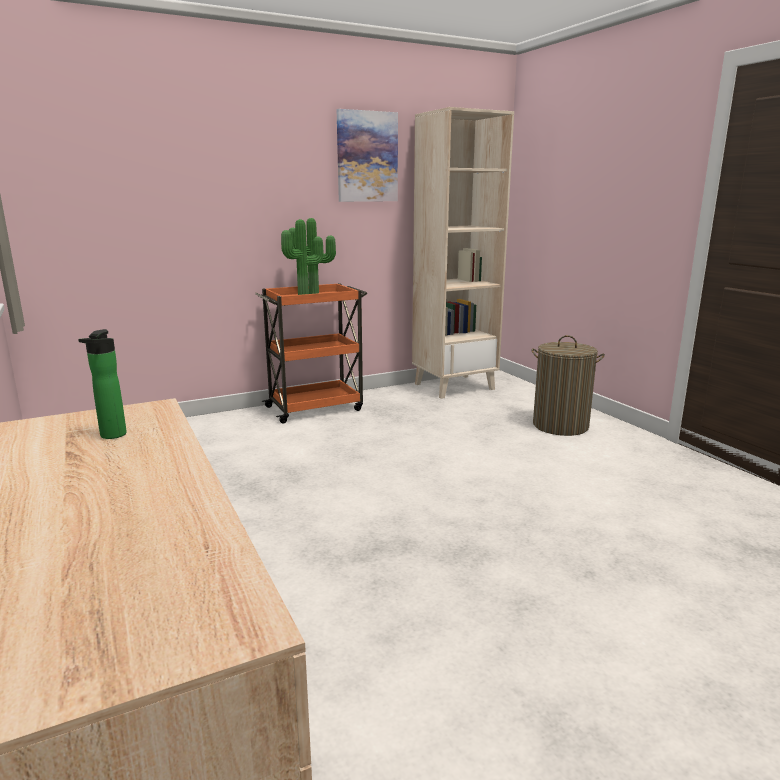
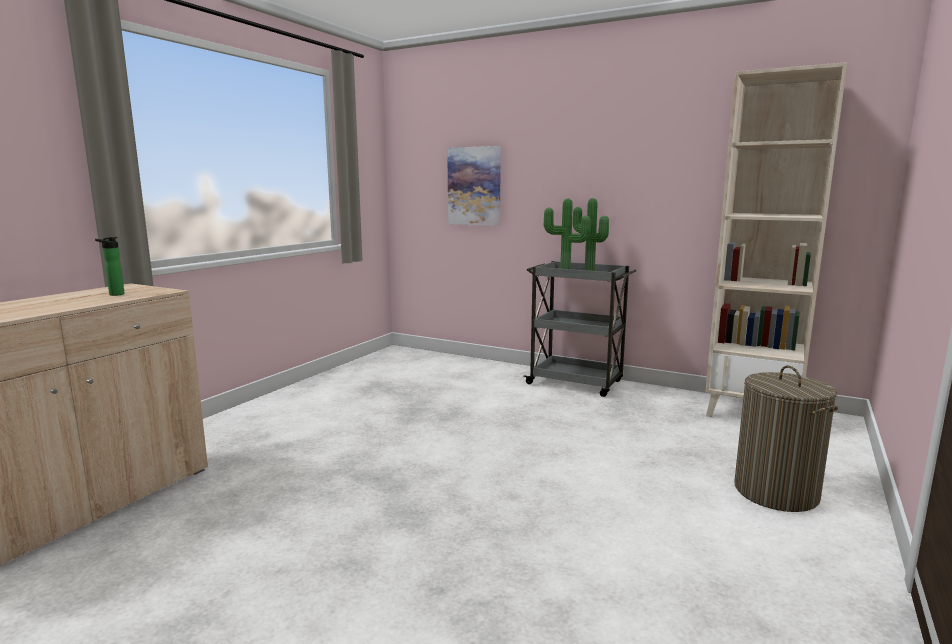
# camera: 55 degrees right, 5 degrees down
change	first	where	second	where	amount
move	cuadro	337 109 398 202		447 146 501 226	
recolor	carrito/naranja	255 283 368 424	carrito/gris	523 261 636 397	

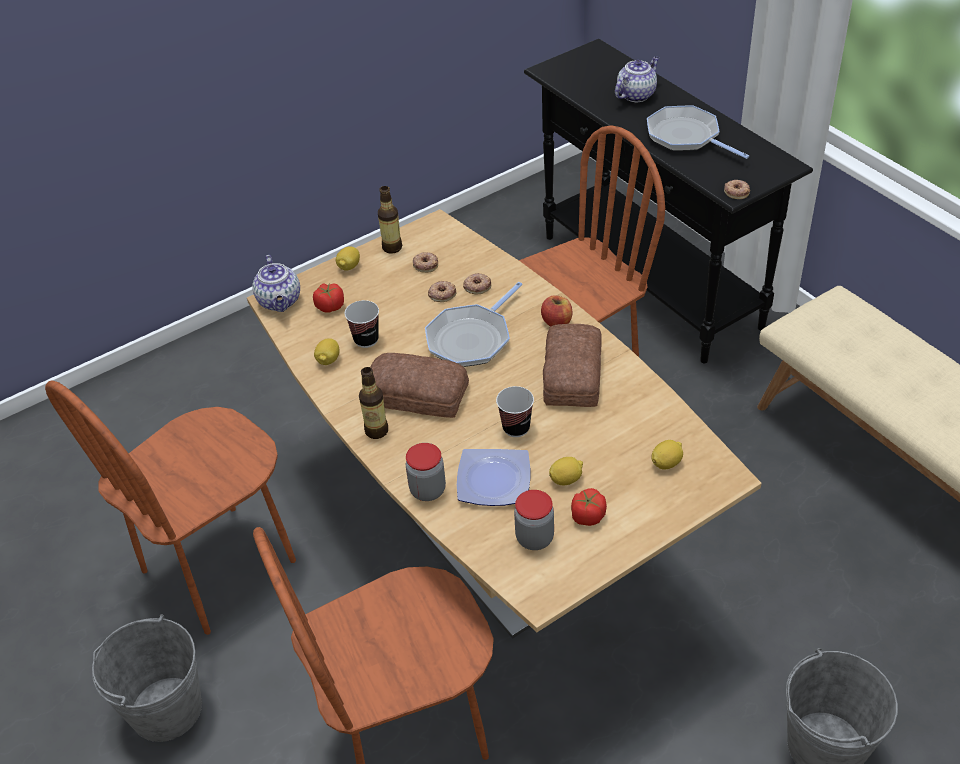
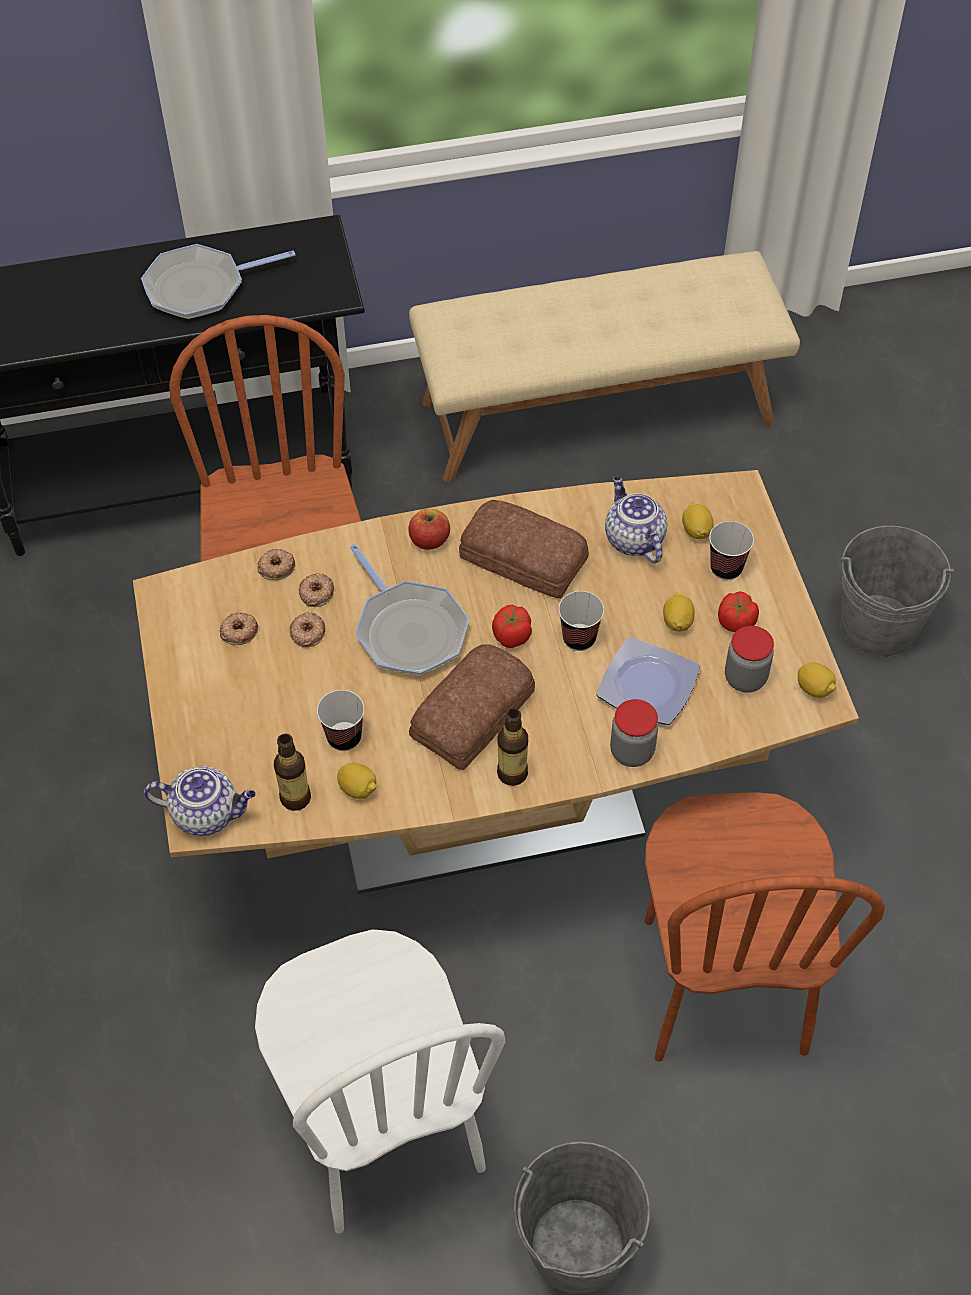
# camera: 70 degrees left, 10 degrees up
change	first	where	second	where	amount
move	tetera	615 56 659 102		605 476 668 563	
move	rosquilla	724 180 750 199		257 549 295 580	
move	botella	378 186 402 254		274 734 311 811	
move	limón	336 246 360 271		798 663 836 698	
move	tomate	313 283 344 313		492 605 532 648	
recolor	silla/marrón	45 380 296 635	silla/blanco	255 929 505 1233	
insert			taza	709 521 754 580	

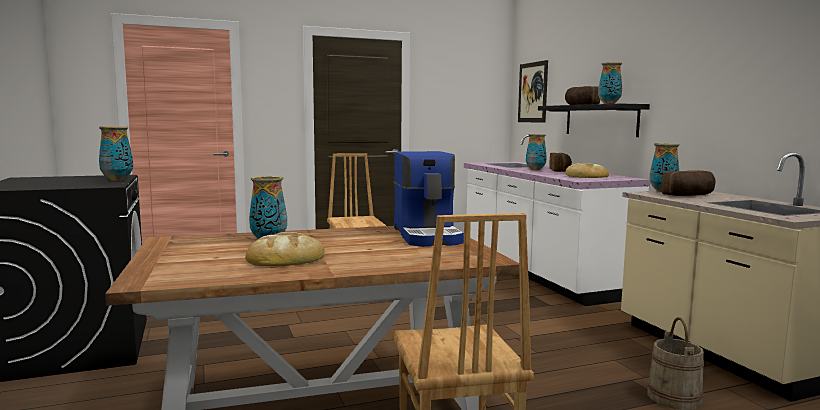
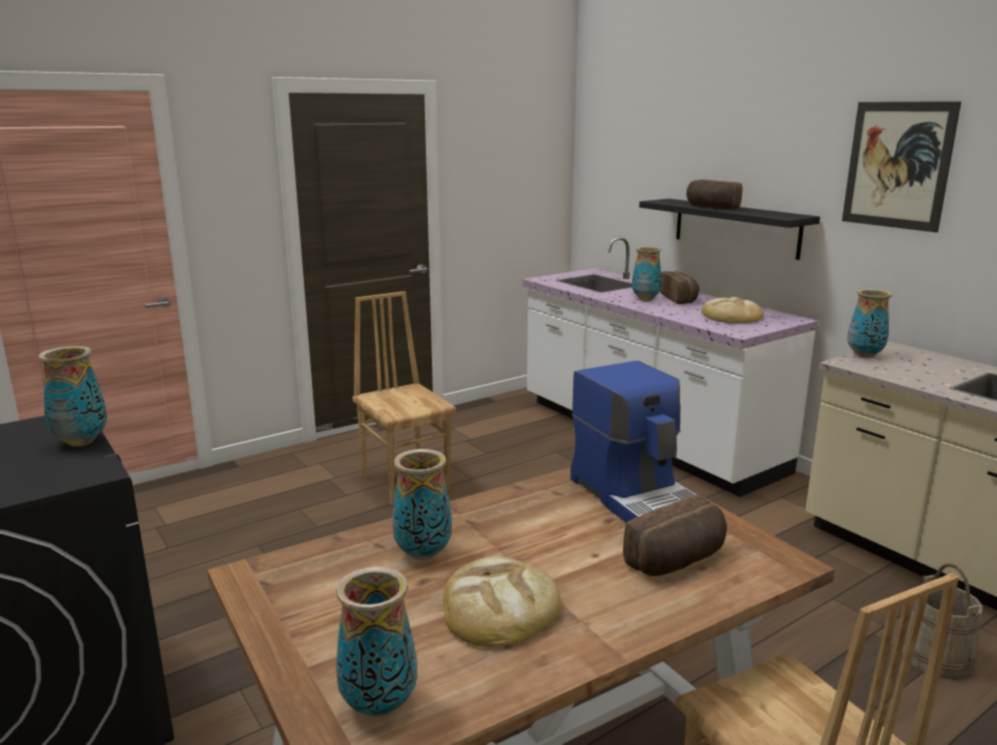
# camera: 15 degrees left, 10 degrees up
change	first	where	second	where	amount
move	cuadro	518 60 548 123		842 101 961 232	
move	florero	598 62 622 104		336 567 417 717	
move	pan	661 170 716 196		623 495 727 576	

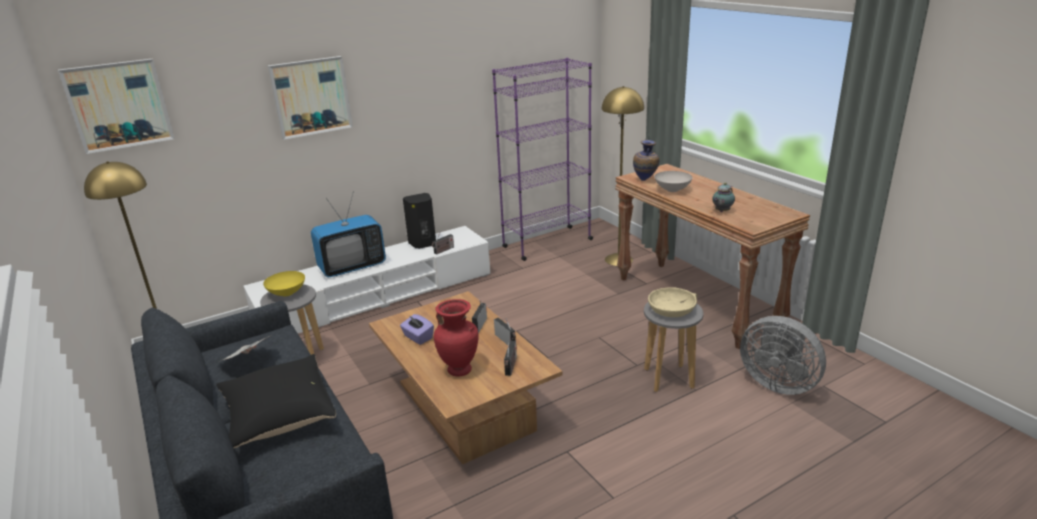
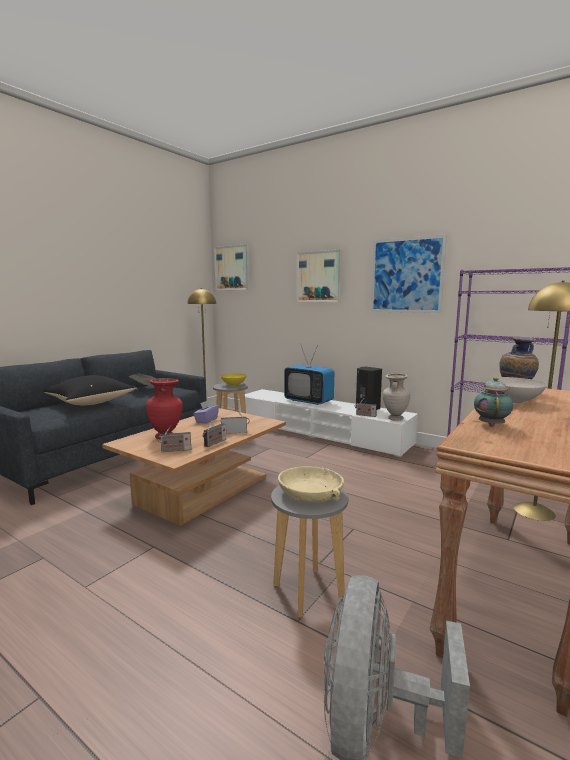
# camera: 65 degrees right, 15 degrees down
change	first	where	second	where	amount
rotate	tetera	712 182 735 212		474 377 513 427	90 degrees clockwise
insert			cuadro	371 234 447 313	
insert			florero/beis	383 374 410 421	

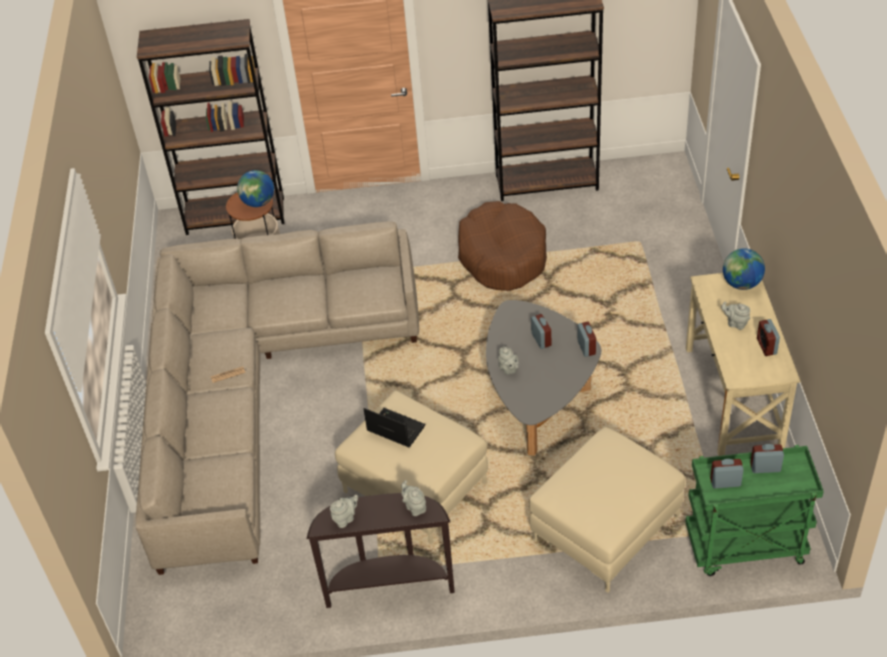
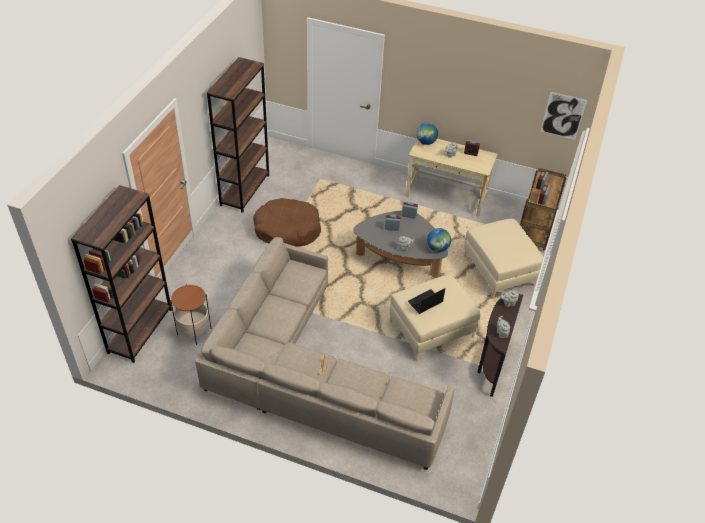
# camera: 70 degrees left, 0 degrees up
change	first	where	second	where	amount
move	globo terráqueo	237 170 274 207		427 228 451 252	
recolor	carrito/verde	685 445 824 576	carrito/marrón	520 168 567 250	
insert			cuadro	541 92 587 140	

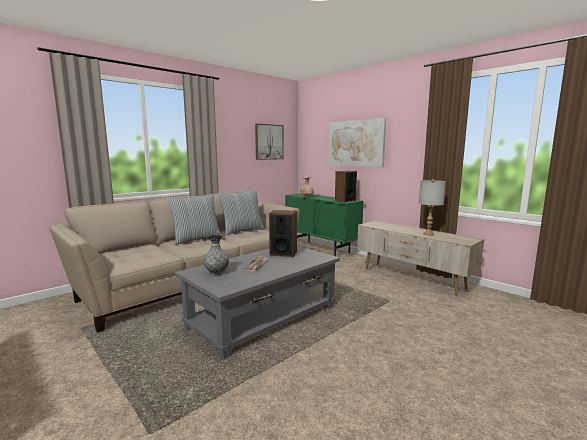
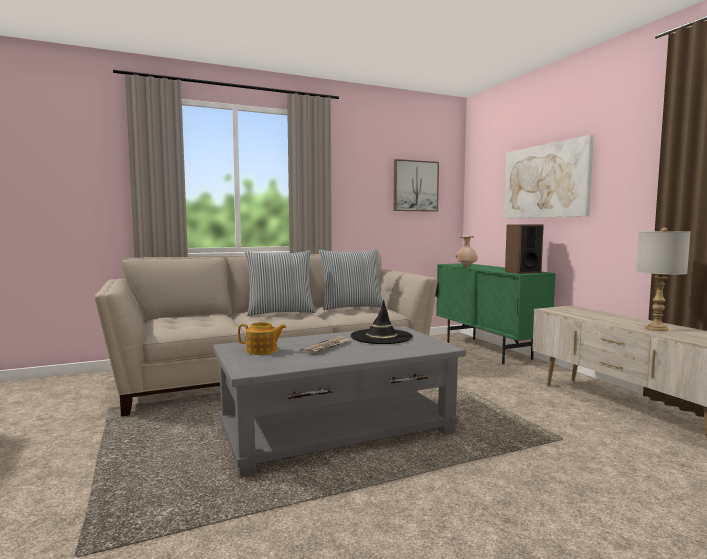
# camera: 20 degrees right, 5 degrees down
change	first	where	second	where	amount
replace	altavoz	269 210 297 257	sombrero/negro	351 300 413 344	
replace	florero/gris	204 235 229 274	tetera	238 322 286 355	

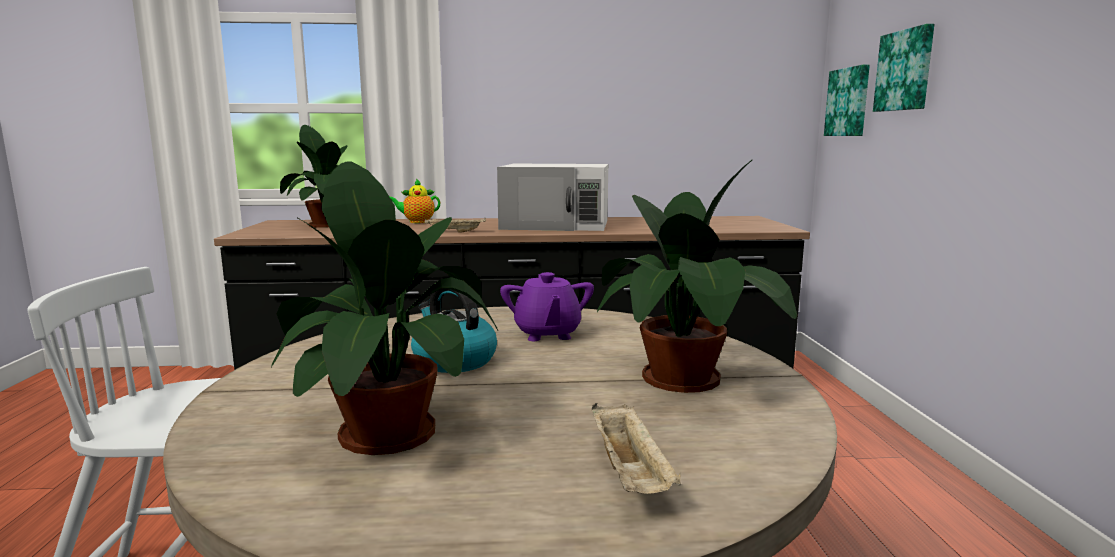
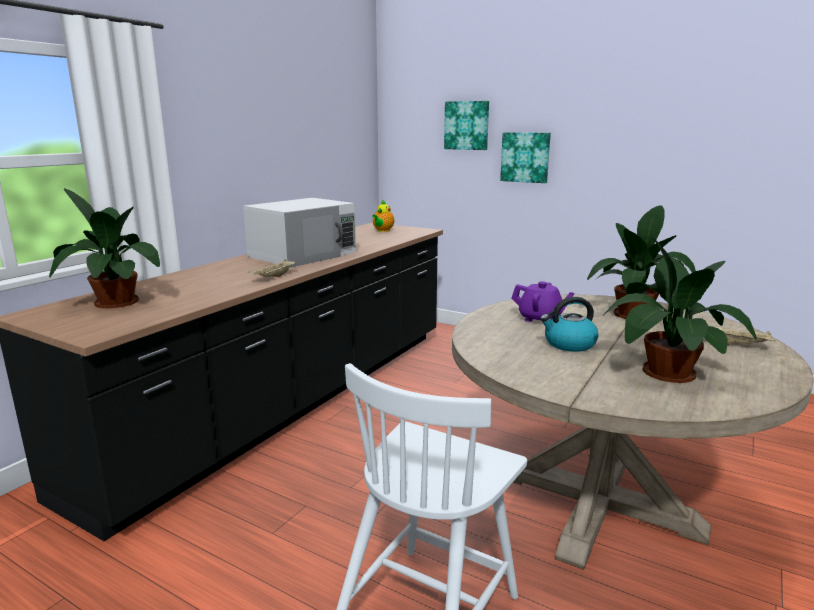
# camera: 55 degrees left, 5 degrees up
change	first	where	second	where	amount
move	cuadro	824 65 870 136		500 132 551 183	
move	tetera	389 179 440 223		372 200 394 232	

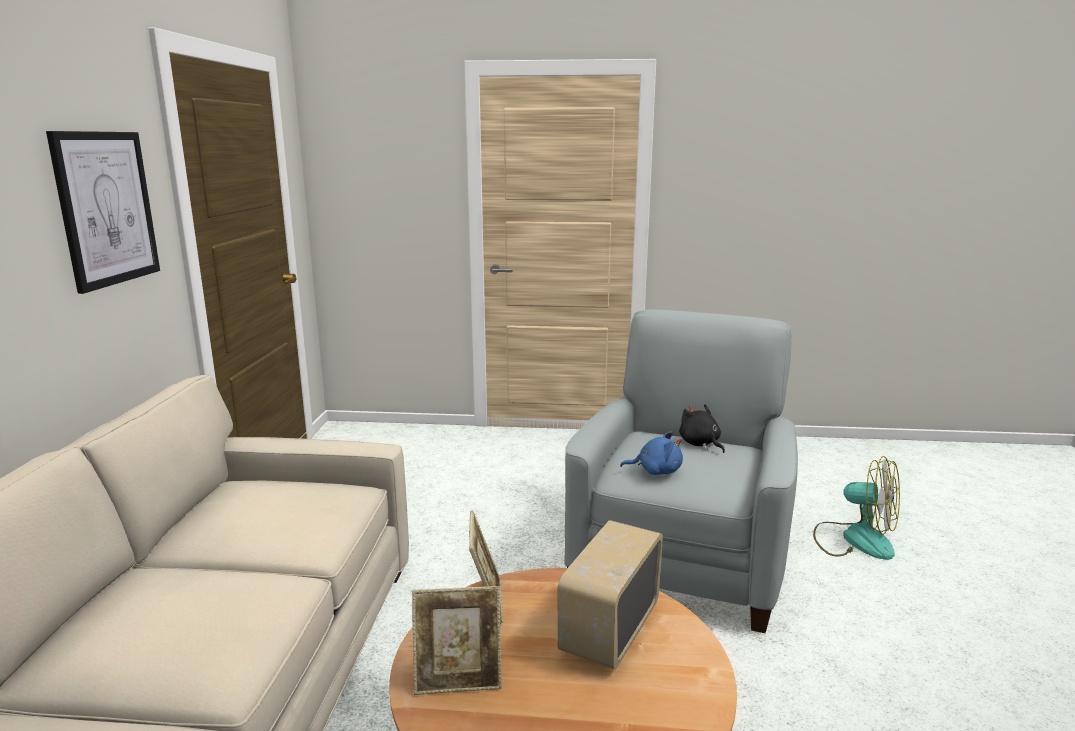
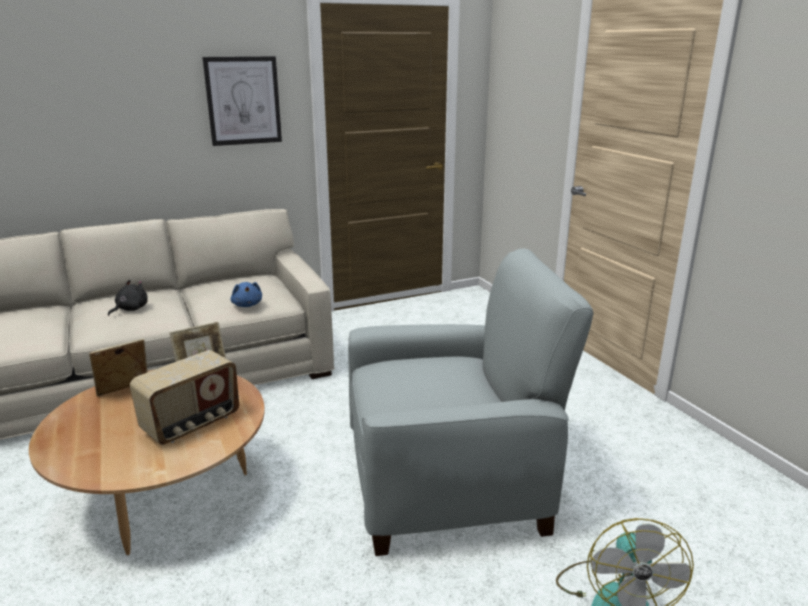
# camera: 60 degrees right, 5 degrees up
change	first	where	second	where	amount
move	peluche/negro	679 404 725 453		108 280 148 316	
move	peluche/azul	620 431 683 475		230 282 262 307	
rotate	radio	558 520 663 669		130 350 239 445	135 degrees clockwise
rotate	portarretratos	412 586 502 695		89 338 148 397	90 degrees clockwise

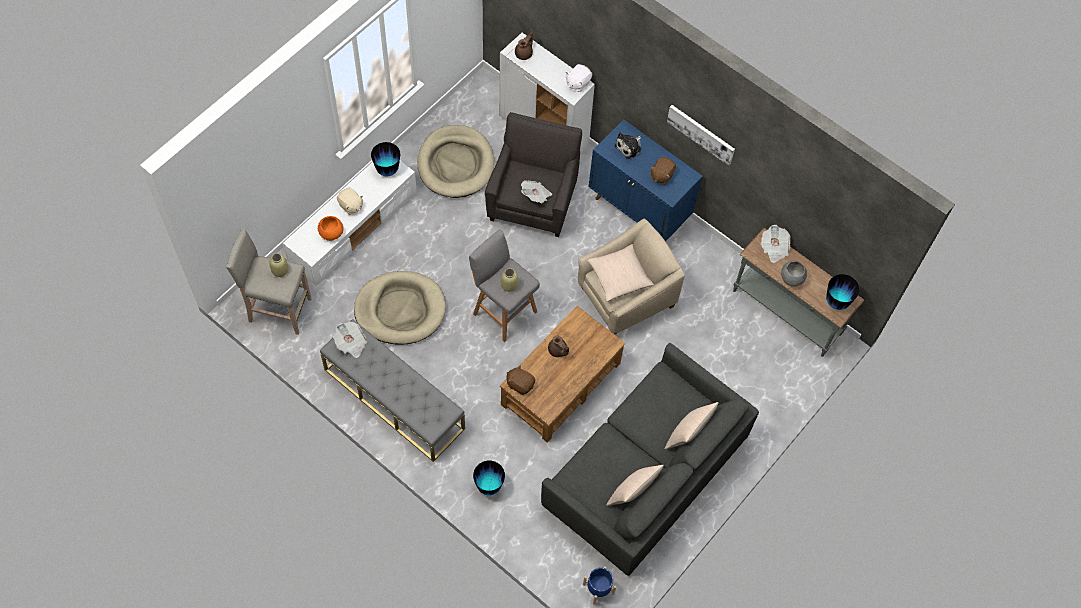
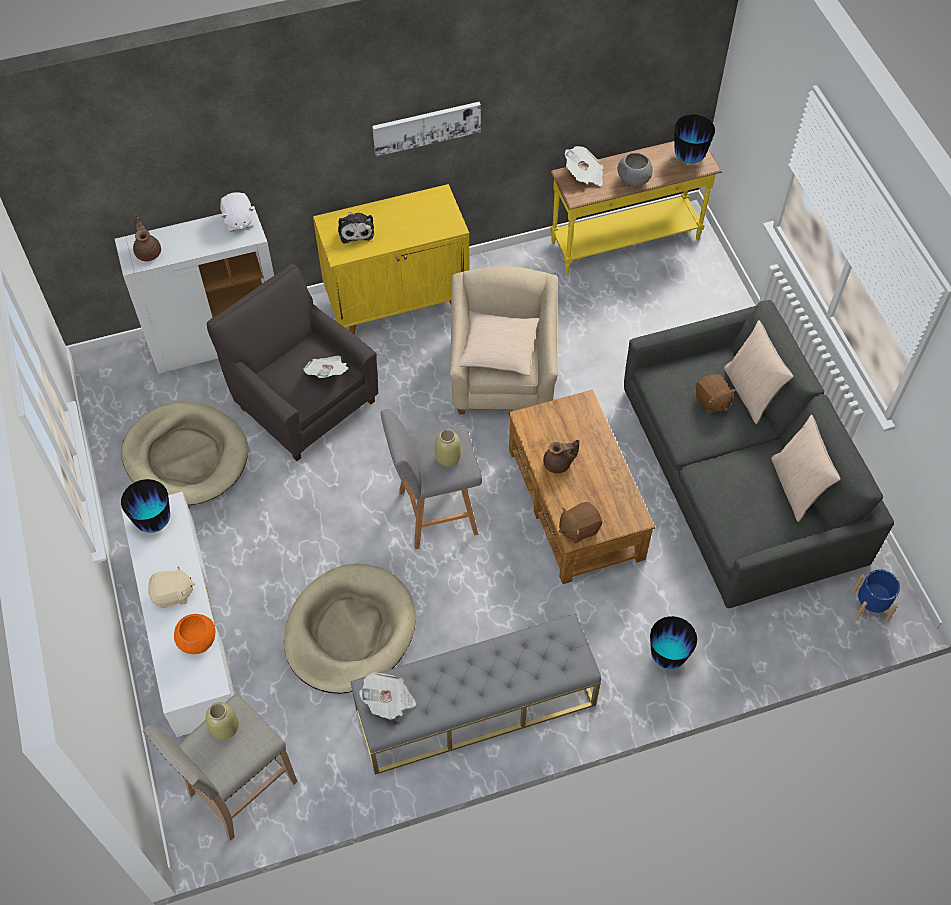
# camera: 55 degrees left, 5 degrees down
change	first	where	second	where	amount
recolor	armario/azul	589 120 703 241	armario/amarillo	313 184 469 335	
move	peluche/marrón	650 157 676 185		696 374 736 414	
recolor	mesa consola/gris	733 228 864 357	mesa consola/amarillo	550 141 722 273	

